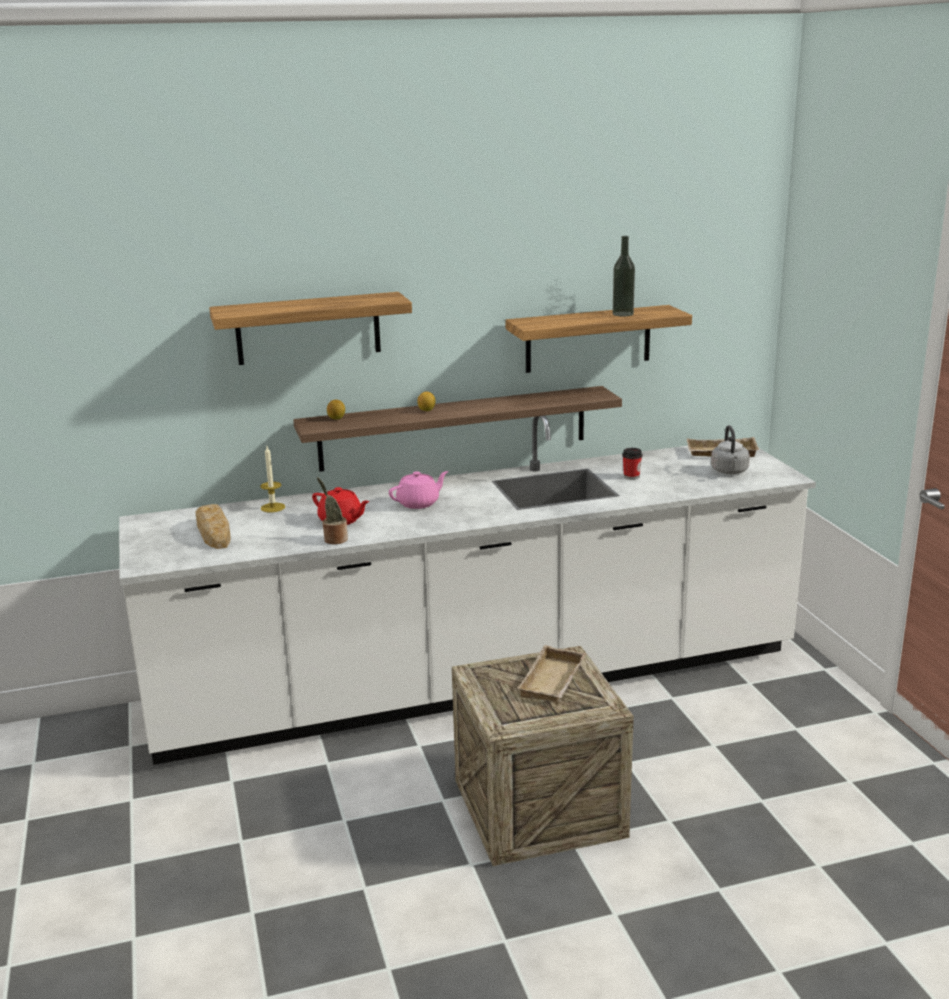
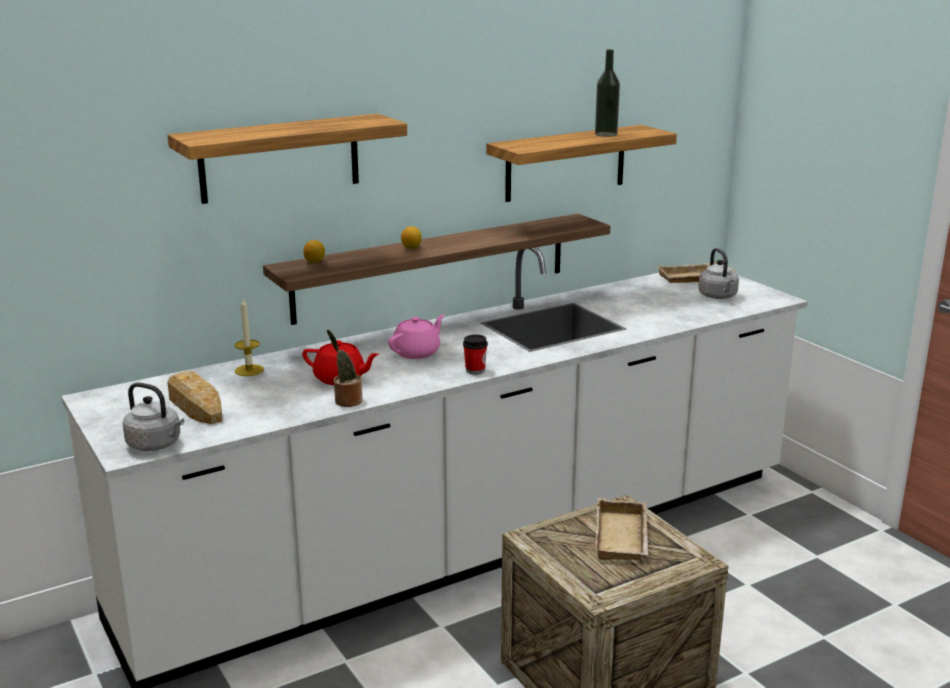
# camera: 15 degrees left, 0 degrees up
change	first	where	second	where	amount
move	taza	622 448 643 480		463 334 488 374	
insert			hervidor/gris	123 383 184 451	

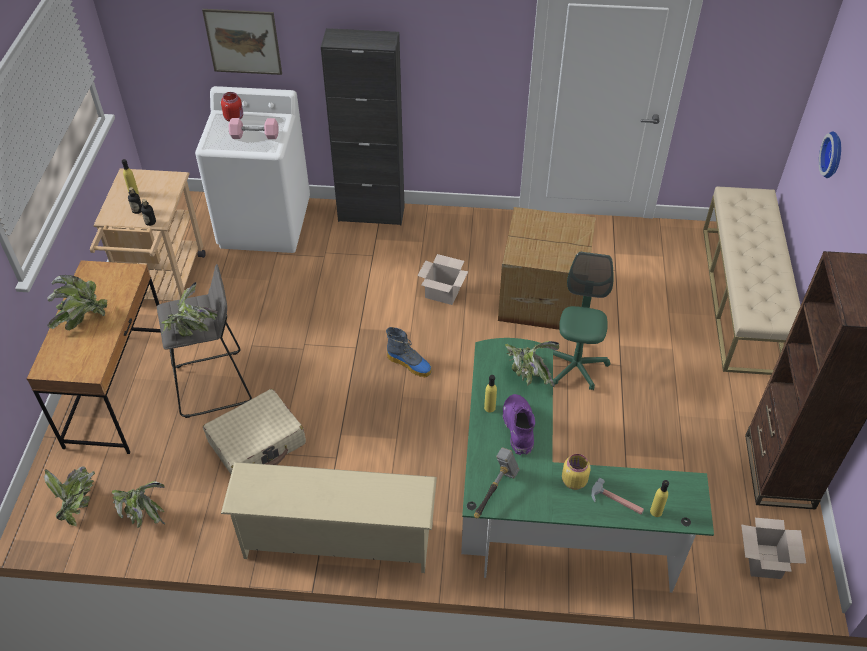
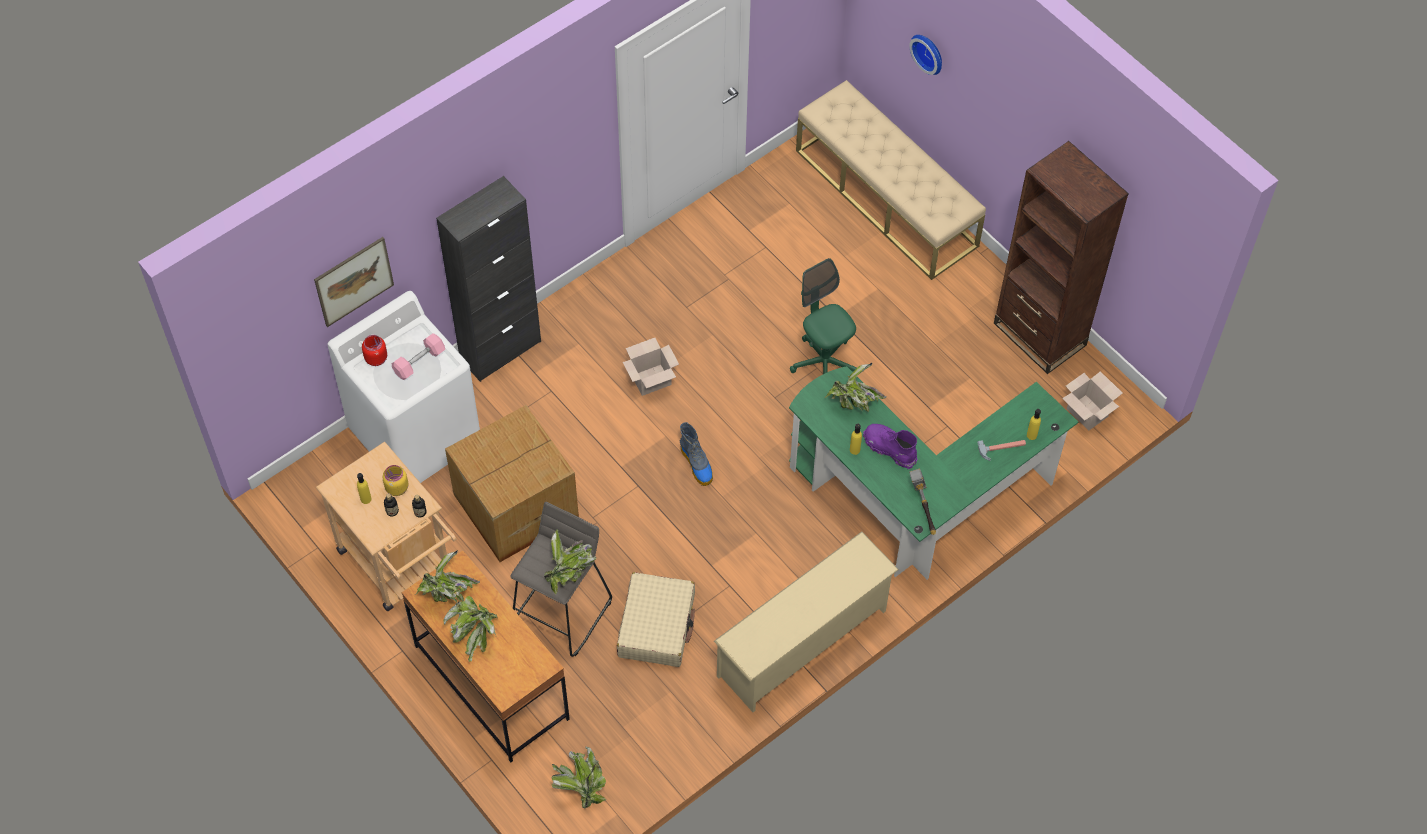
# camera: 45 degrees left, 10 degrees up
change	first	where	second	where	amount
move	caja de cartón	498 207 596 330		445 405 579 562	
rotate	bota	386 327 431 377		680 422 713 486	75 degrees clockwise
move	tarro/amarillo	562 454 591 490		382 465 409 496	
move	planta en maceta	112 481 165 528		415 551 480 602	

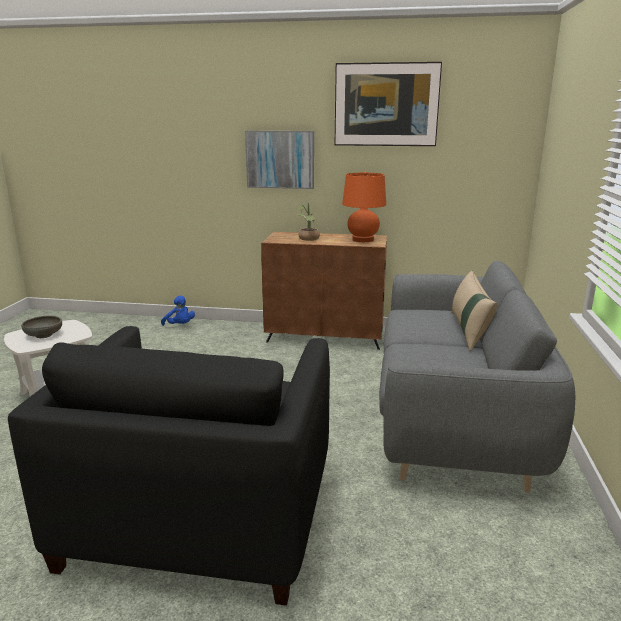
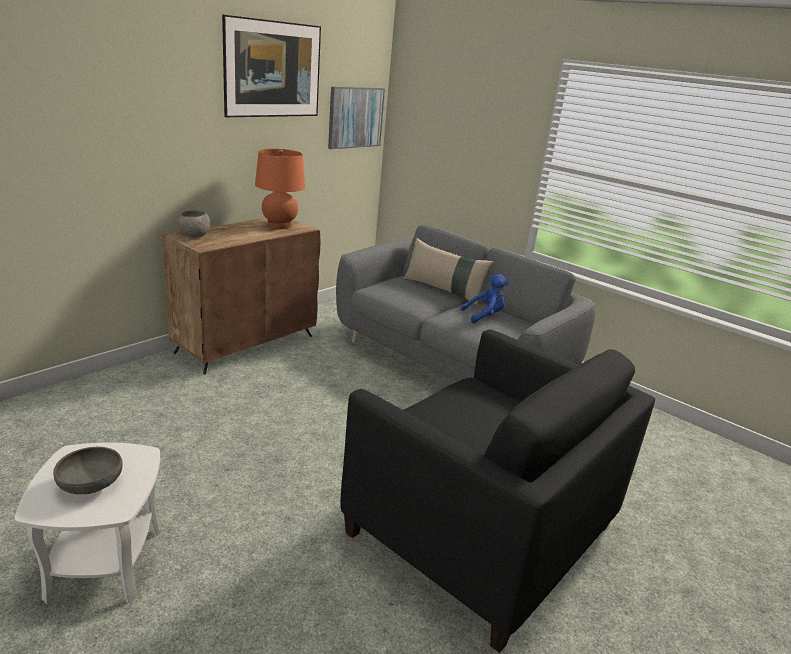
# camera: 60 degrees left, 5 degrees up
change	first	where	second	where	amount
move	cuadro	245 131 314 189		328 87 385 149	
delete	planta en maceta	298 202 320 241			
move	peluche/azul	161 296 195 326		461 274 509 323	
insert			cuenco/gris	177 210 211 238	

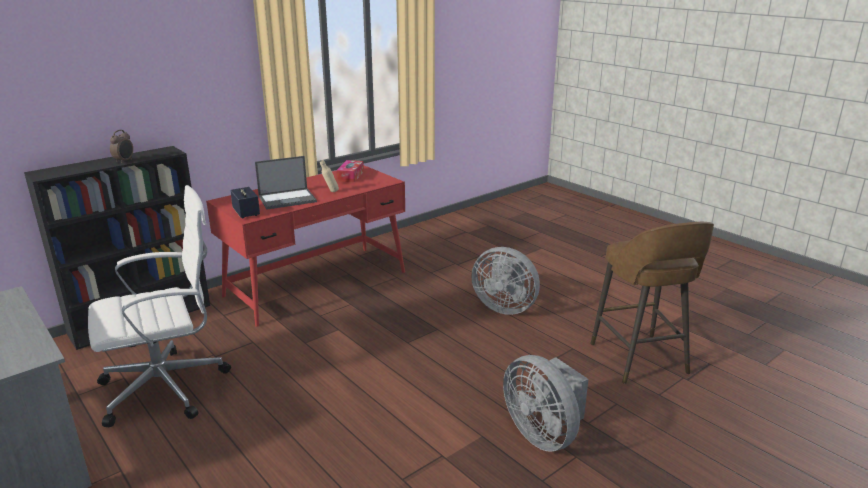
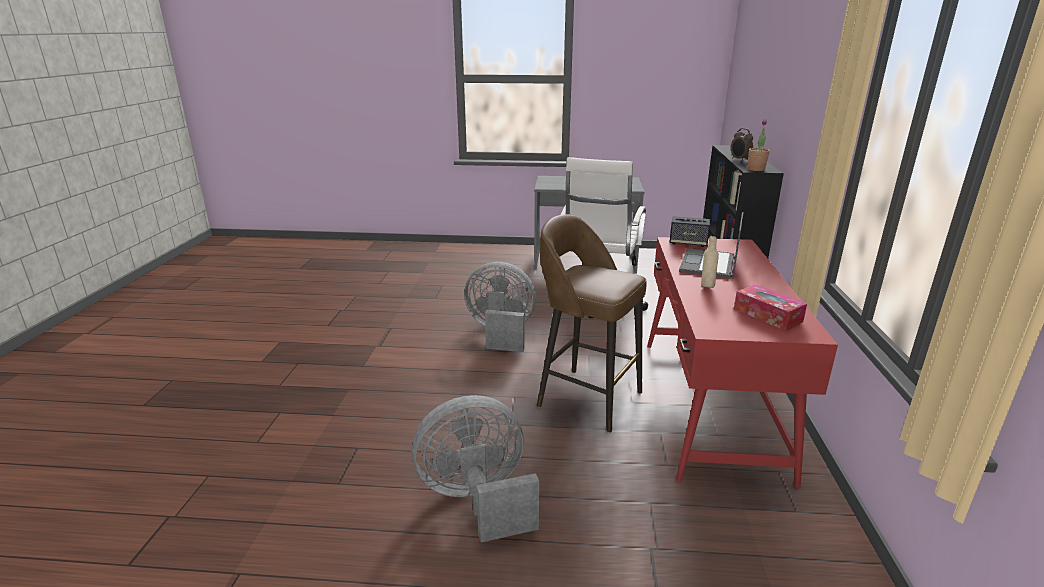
# camera: 135 degrees right, 0 degrees up
change	first	where	second	where	amount
move	taburete/marrón	590 222 714 384		537 214 647 433	
move	ventilador/gris	503 355 588 451		464 262 536 352	
insert			planta en maceta	748 119 770 171	

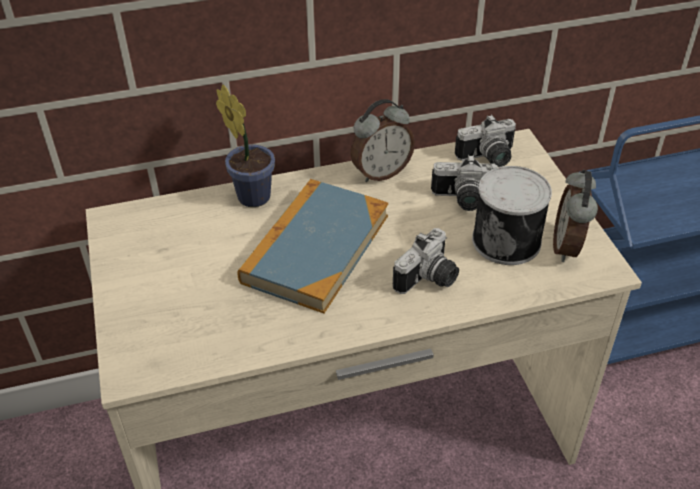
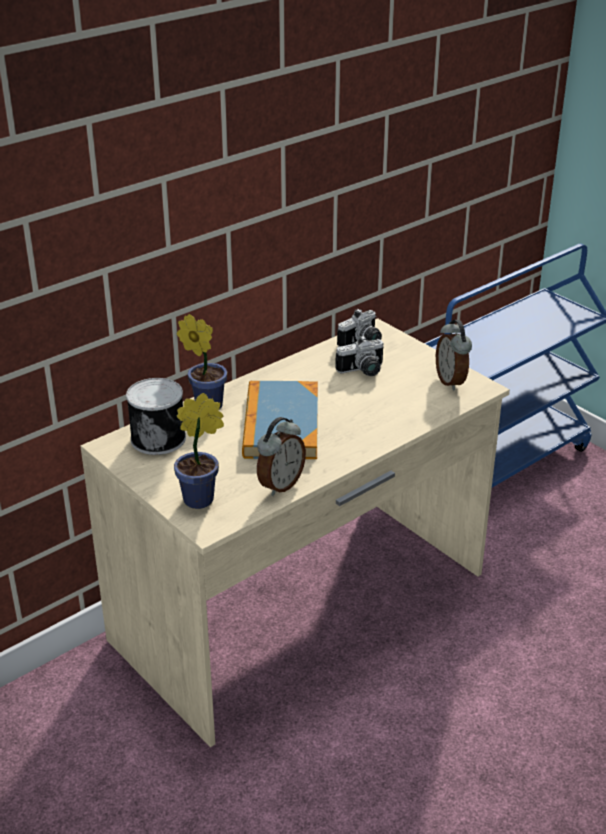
# camera: 25 degrees left, 10 degrees down
change	first	where	second	where	amount
move	despertador	350 99 415 182		257 417 306 496	
move	lata	472 166 552 265		126 378 186 455	
delete	cámara	393 228 459 294			
insert			planta en maceta	174 393 224 509	

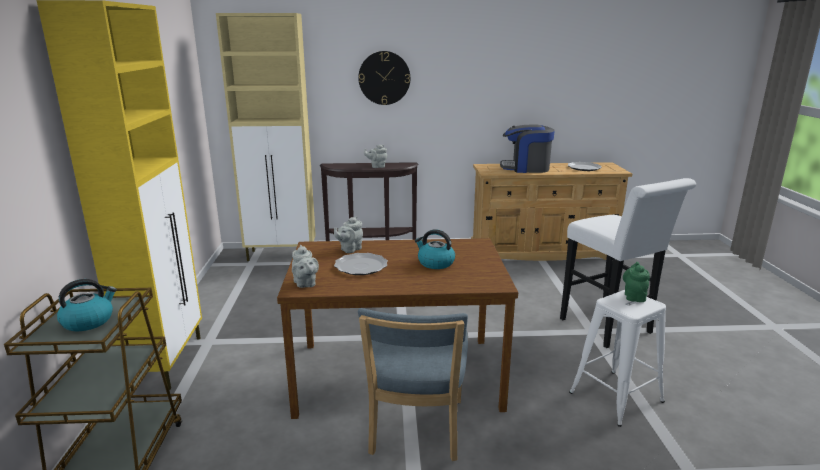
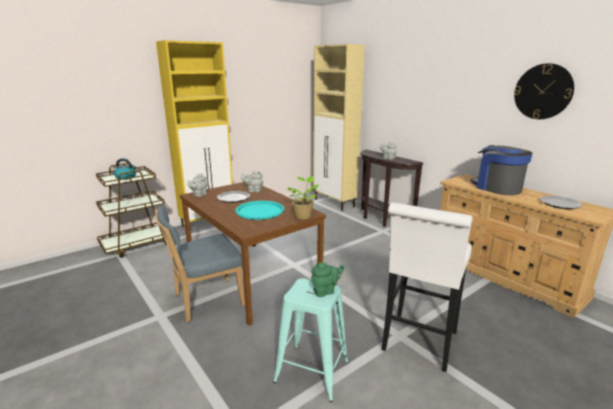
# camera: 55 degrees right, 0 degrees up
change	first	where	second	where	amount
move	reloj de pared	358 51 410 105		514 63 574 119	
replace	hervidor	415 229 455 269	bandeja/turquesa	236 201 284 220	
recolor	taburete/blanco	569 290 666 427	taburete/turquesa	273 278 349 402	
insert			planta en maceta	286 176 319 219	

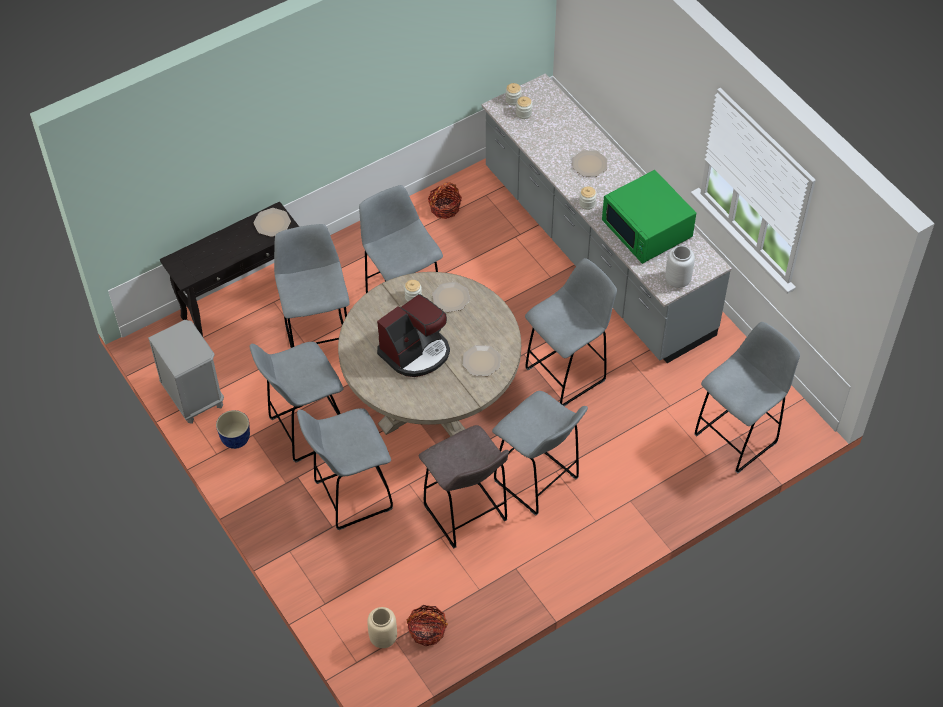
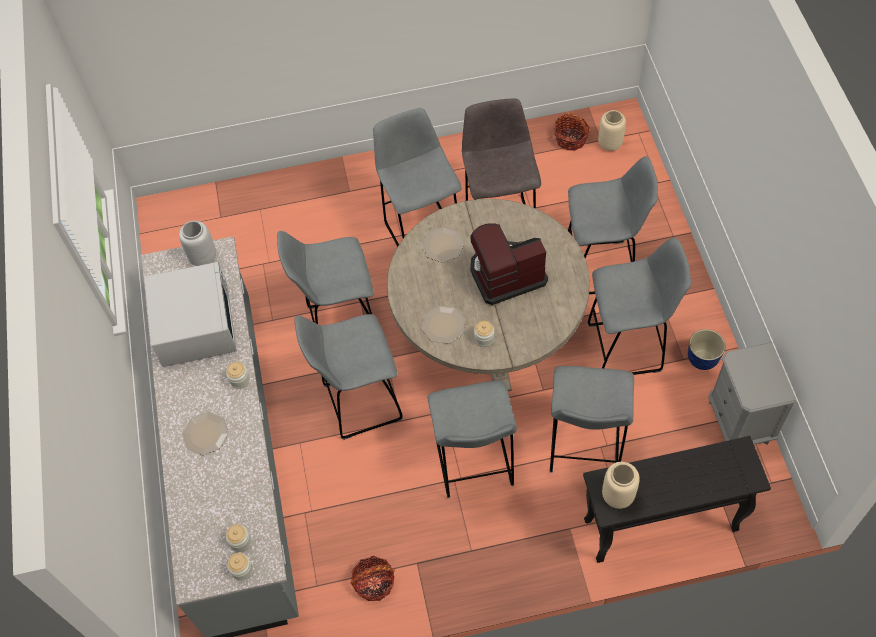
# camera: 155 degrees left, 5 degrees up
change	first	where	second	where	amount
recolor	microondas/verde	602 170 696 264	microondas/blanco	144 262 237 367	
replace	plato	253 208 291 237	florero/beis	602 462 640 509	
move	taburete/gris	695 322 800 474		294 314 403 440	

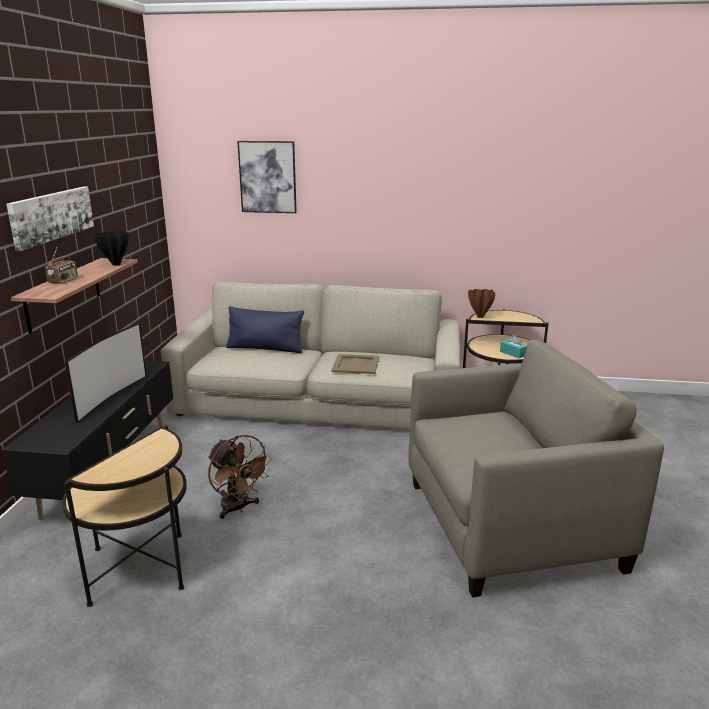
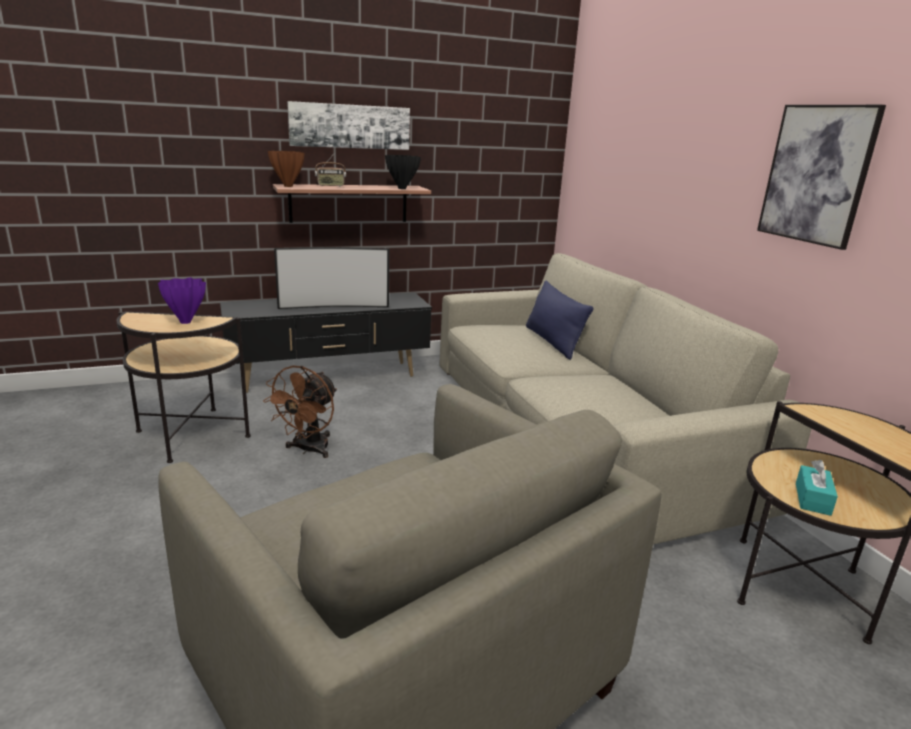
# camera: 60 degrees right, 0 degrees up
change	first	where	second	where	amount
move	cuadro	237 141 297 213		757 105 886 250	
move	florero/marrón	468 289 495 318		268 151 305 187	
delete	bandeja/beis	332 354 379 374			
insert			florero/morado	158 277 206 324	

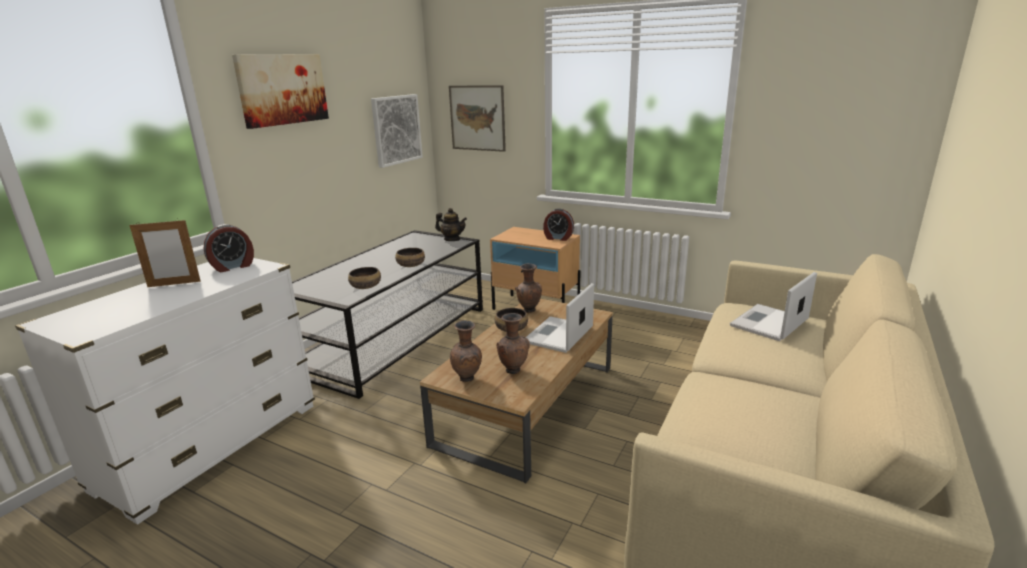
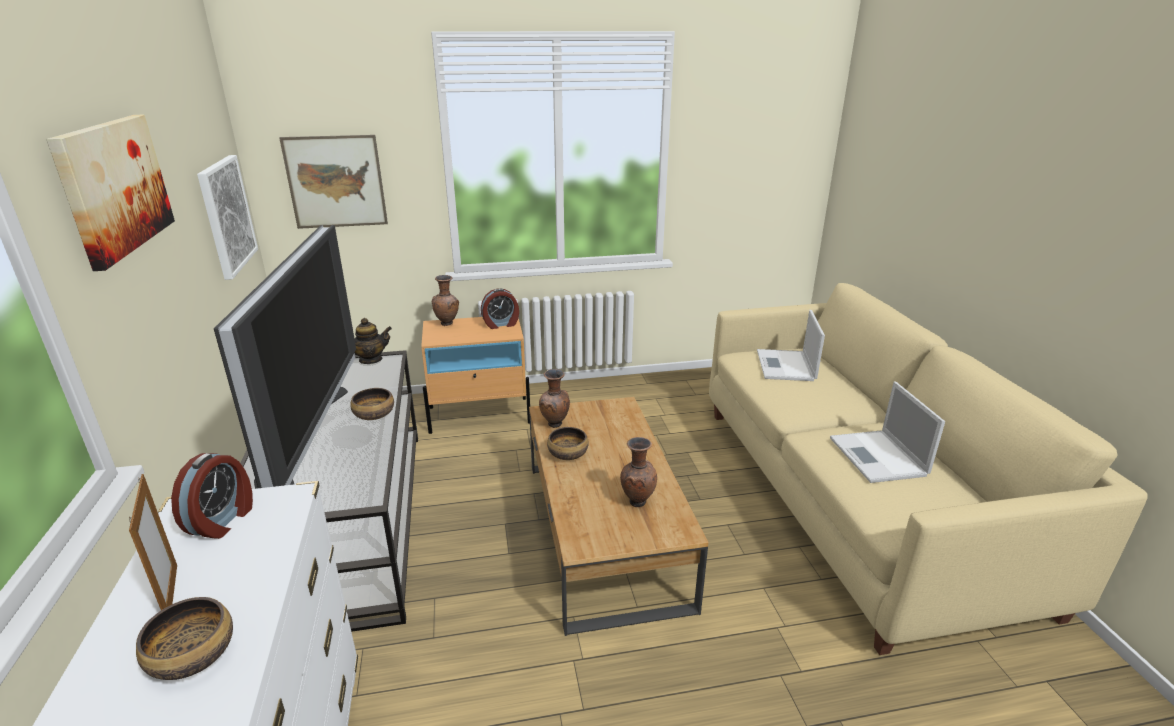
# camera: 40 degrees left, 5 degrees up
change	first	where	second	where	amount
rotate	portarretratos	129 219 201 287		129 474 177 610	60 degrees counterclockwise
move	cuenco	348 267 381 289		136 597 233 680	
move	portátil	525 283 594 353		830 381 945 483	
move	florero/marrón	450 320 482 382		432 275 459 326	
insert			televisor	214 225 356 489	

